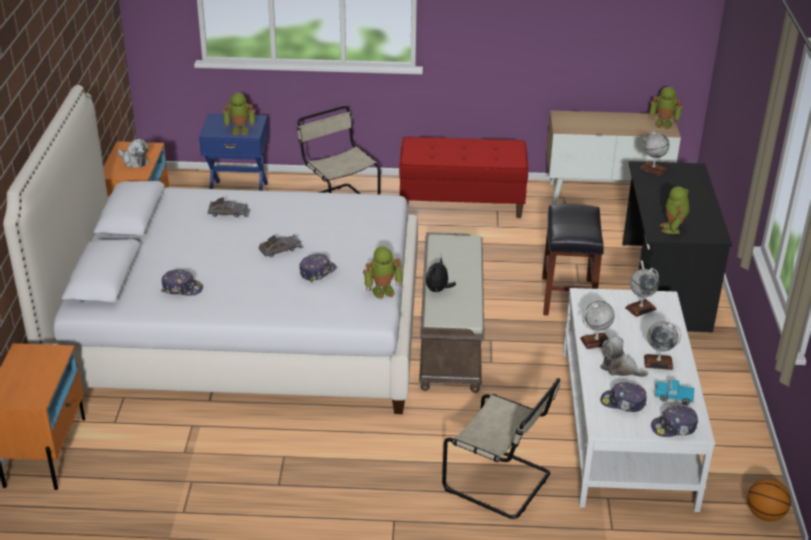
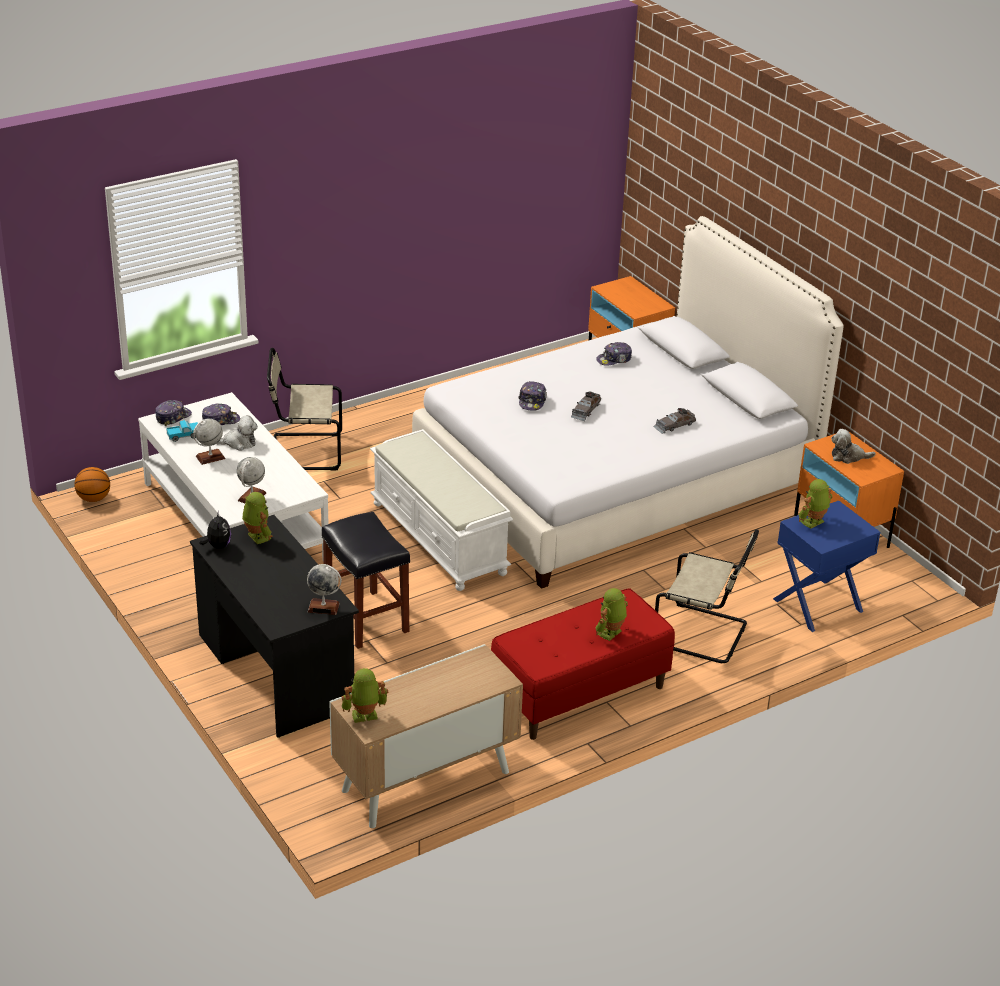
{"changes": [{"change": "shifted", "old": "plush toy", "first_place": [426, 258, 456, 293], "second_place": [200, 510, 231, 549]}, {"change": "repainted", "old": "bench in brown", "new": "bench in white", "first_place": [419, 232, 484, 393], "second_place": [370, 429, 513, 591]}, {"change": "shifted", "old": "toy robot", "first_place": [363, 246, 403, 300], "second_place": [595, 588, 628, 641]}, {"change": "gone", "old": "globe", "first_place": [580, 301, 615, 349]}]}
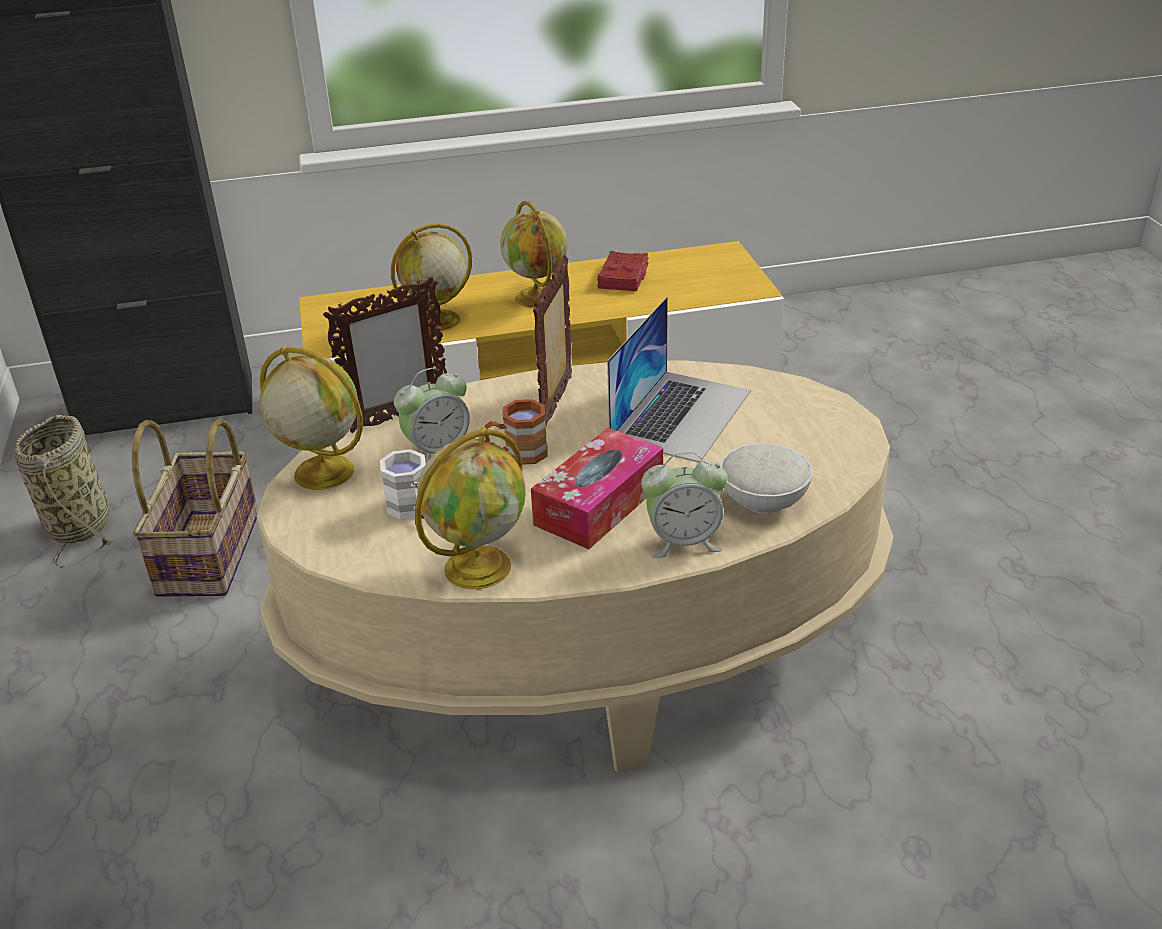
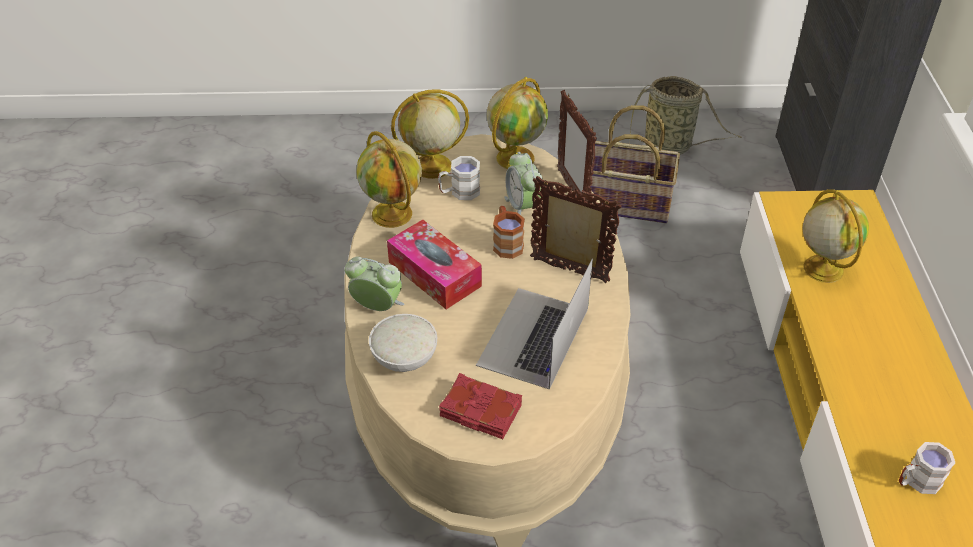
{"changes": [{"change": "rotated", "old": "alarm clock", "first_place": [641, 452, 728, 558], "second_place": [345, 256, 404, 311], "degrees": 105}, {"change": "shifted", "old": "globe", "first_place": [500, 201, 568, 307], "second_place": [391, 89, 469, 179]}, {"change": "shifted", "old": "book in red", "first_place": [597, 251, 648, 291], "second_place": [439, 373, 522, 439]}, {"change": "rotated", "old": "laptop", "first_place": [607, 297, 751, 463], "second_place": [476, 259, 593, 390], "degrees": 75}, {"change": "new", "new": "mug in white", "second_place": [899, 442, 955, 494]}]}
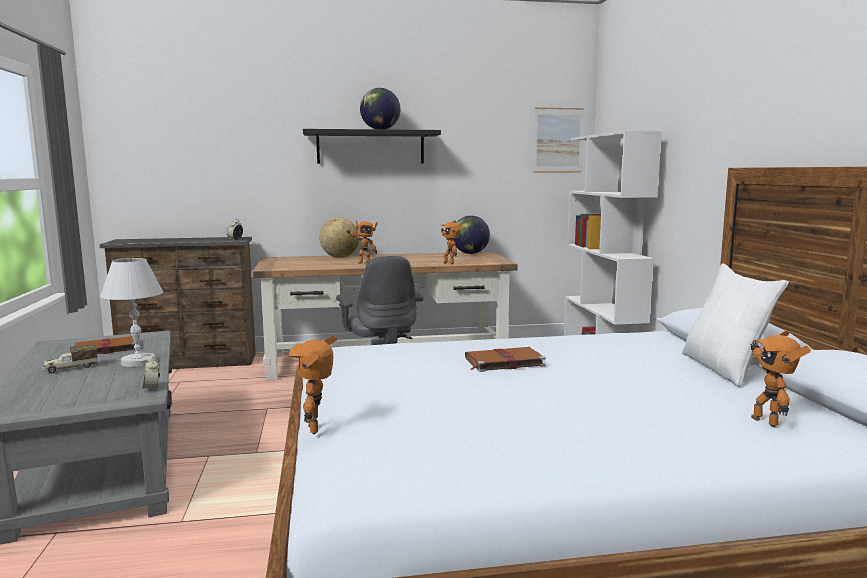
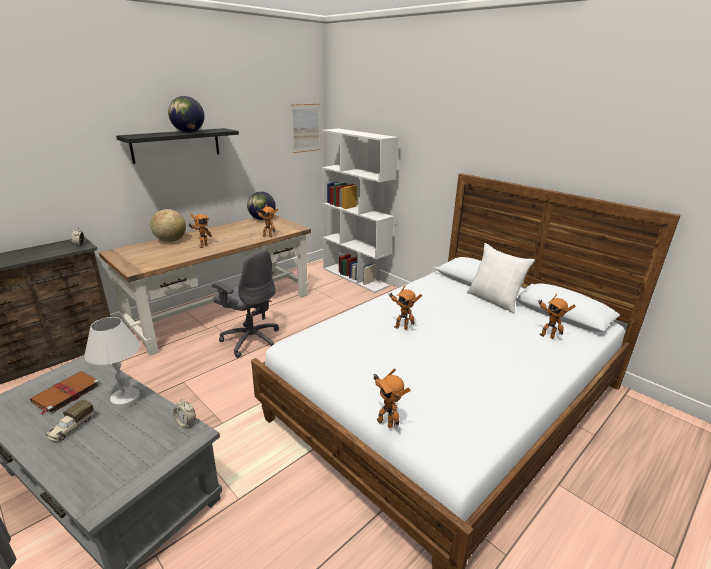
{"changes": [{"change": "swapped", "old": "book in brown", "new": "toy robot", "first_place": [465, 347, 546, 372], "second_place": [389, 285, 422, 330]}]}
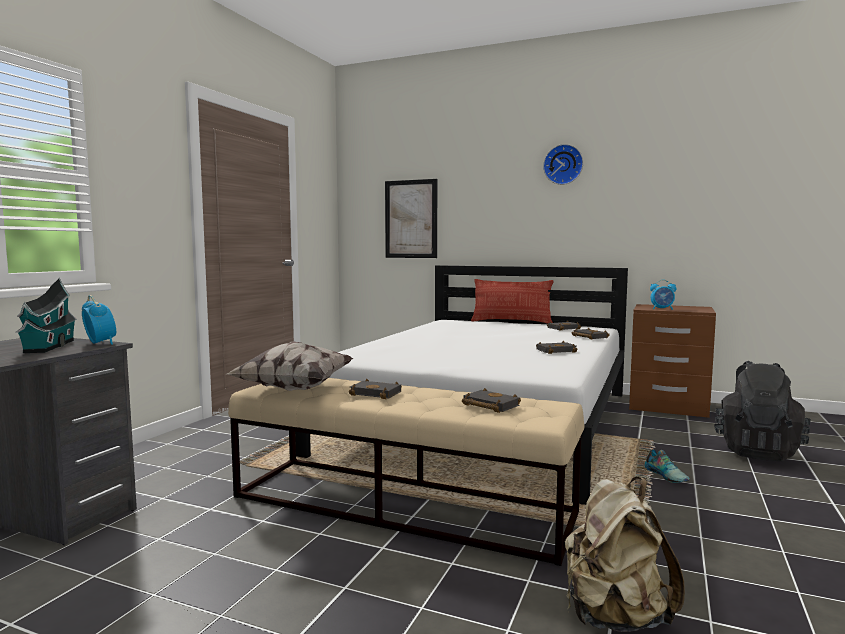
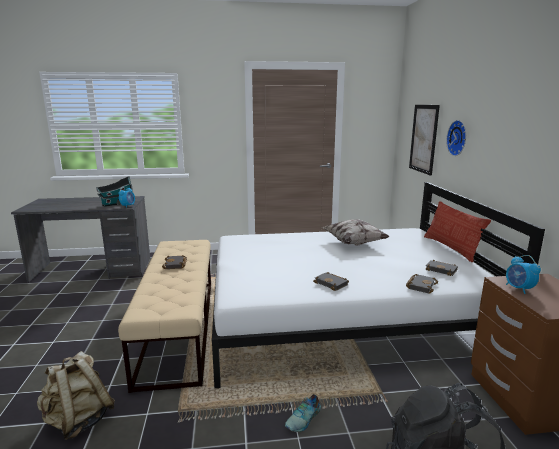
{"changes": [{"change": "shifted", "old": "pillow", "first_place": [227, 341, 354, 391], "second_place": [322, 219, 390, 245]}, {"change": "shifted", "old": "wall clock", "first_place": [543, 144, 583, 185], "second_place": [446, 120, 466, 156]}, {"change": "gone", "old": "book in black", "first_place": [462, 388, 521, 413]}]}
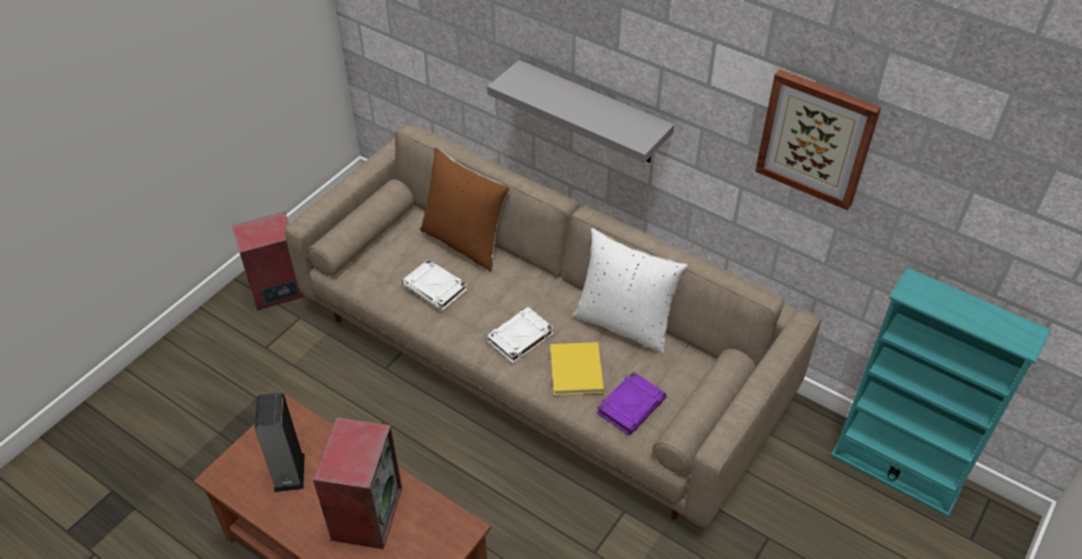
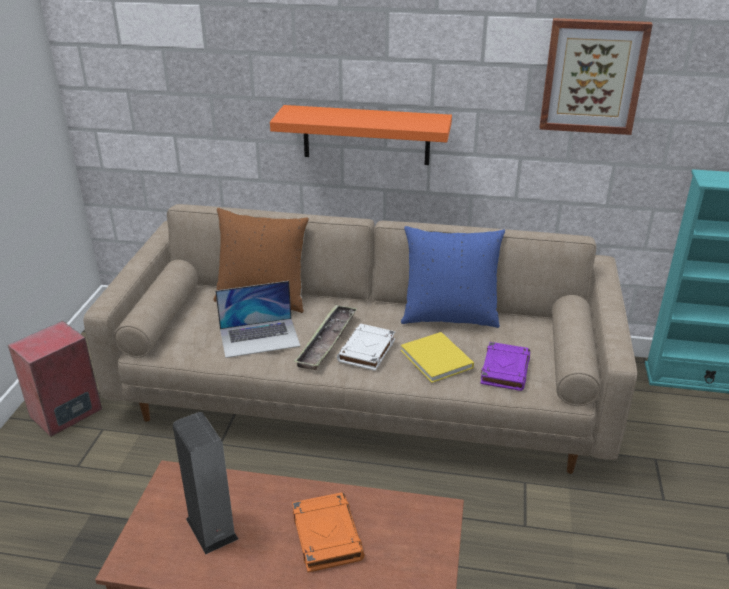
{"changes": [{"change": "swapped", "old": "book in white", "new": "laptop", "first_place": [402, 259, 467, 311], "second_place": [215, 281, 300, 358]}, {"change": "repainted", "old": "shelf in grey", "new": "shelf in orange", "first_place": [487, 60, 674, 163], "second_place": [270, 105, 452, 165]}, {"change": "swapped", "old": "speaker", "new": "book in orange", "first_place": [313, 418, 402, 549], "second_place": [292, 492, 365, 572]}, {"change": "new", "new": "tray", "second_place": [294, 305, 358, 370]}, {"change": "repainted", "old": "pillow in white", "new": "pillow in blue", "first_place": [573, 228, 688, 354], "second_place": [401, 226, 505, 328]}]}
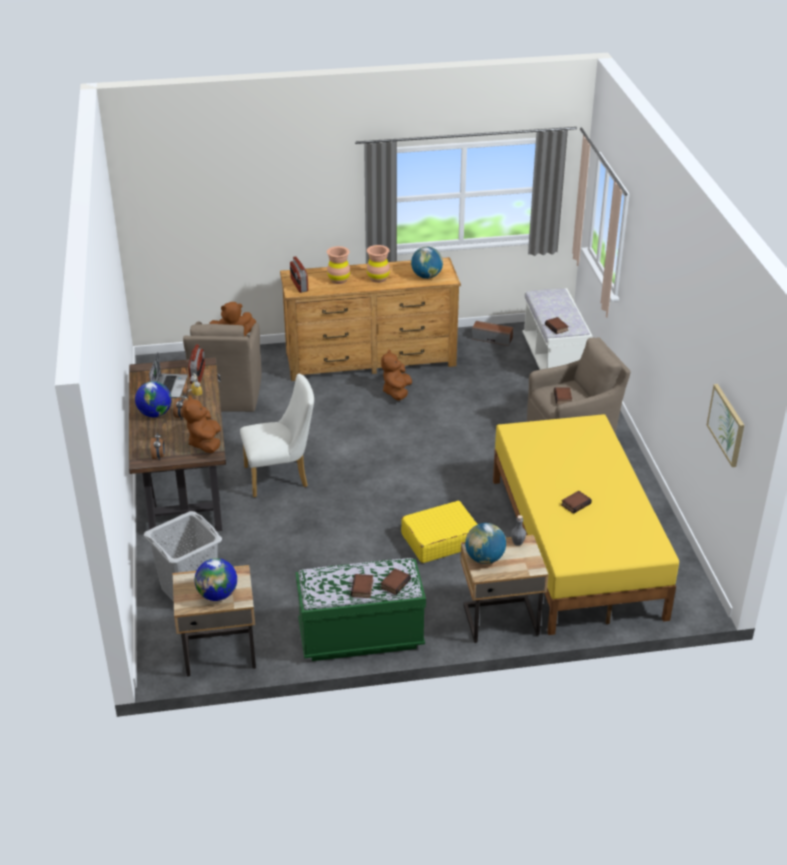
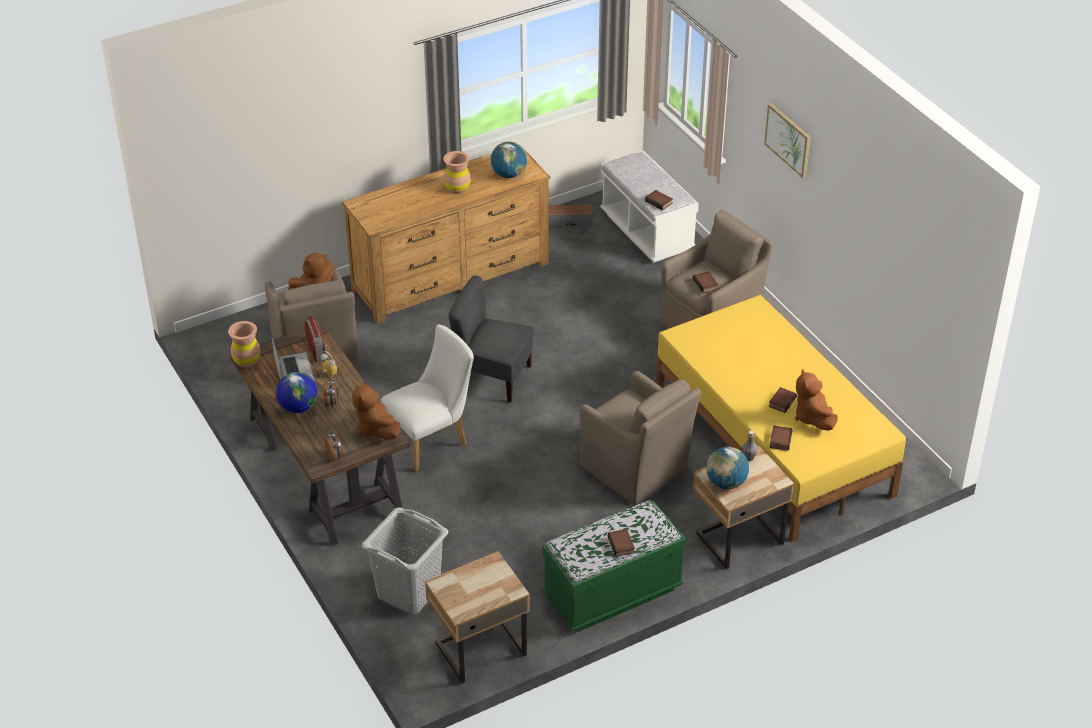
{"changes": [{"change": "shifted", "old": "vase in brown", "first_place": [327, 246, 350, 284], "second_place": [228, 321, 260, 367]}, {"change": "new", "new": "chair in grey", "second_place": [449, 276, 533, 403]}, {"change": "swapped", "old": "suitcase in yellow", "new": "armchair in brown", "first_place": [401, 501, 478, 563], "second_place": [580, 371, 701, 505]}, {"change": "shifted", "old": "picture", "first_place": [707, 384, 744, 467], "second_place": [764, 103, 811, 178]}, {"change": "shifted", "old": "book", "first_place": [381, 568, 411, 595], "second_place": [769, 425, 792, 451]}, {"change": "shifted", "old": "plush toy in brown", "first_place": [381, 349, 412, 401], "second_place": [795, 369, 838, 431]}, {"change": "gone", "old": "globe", "first_place": [195, 558, 237, 601]}, {"change": "gone", "old": "radio", "first_place": [290, 256, 308, 293]}]}
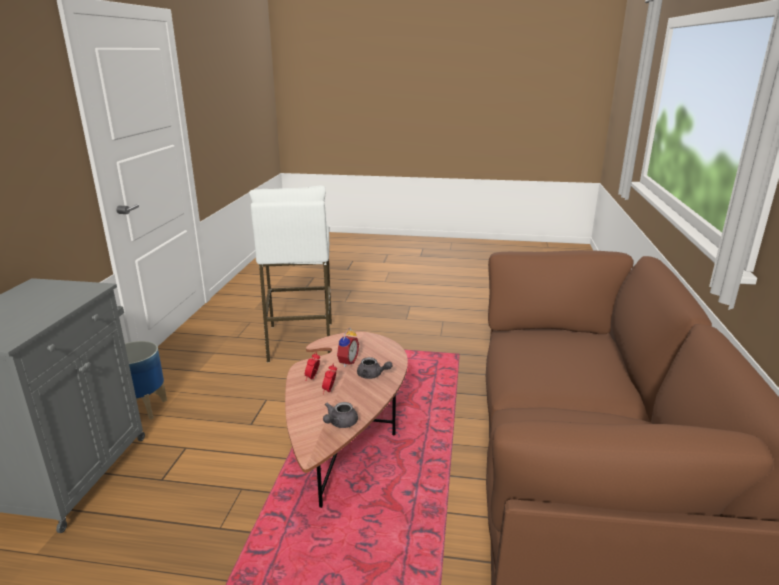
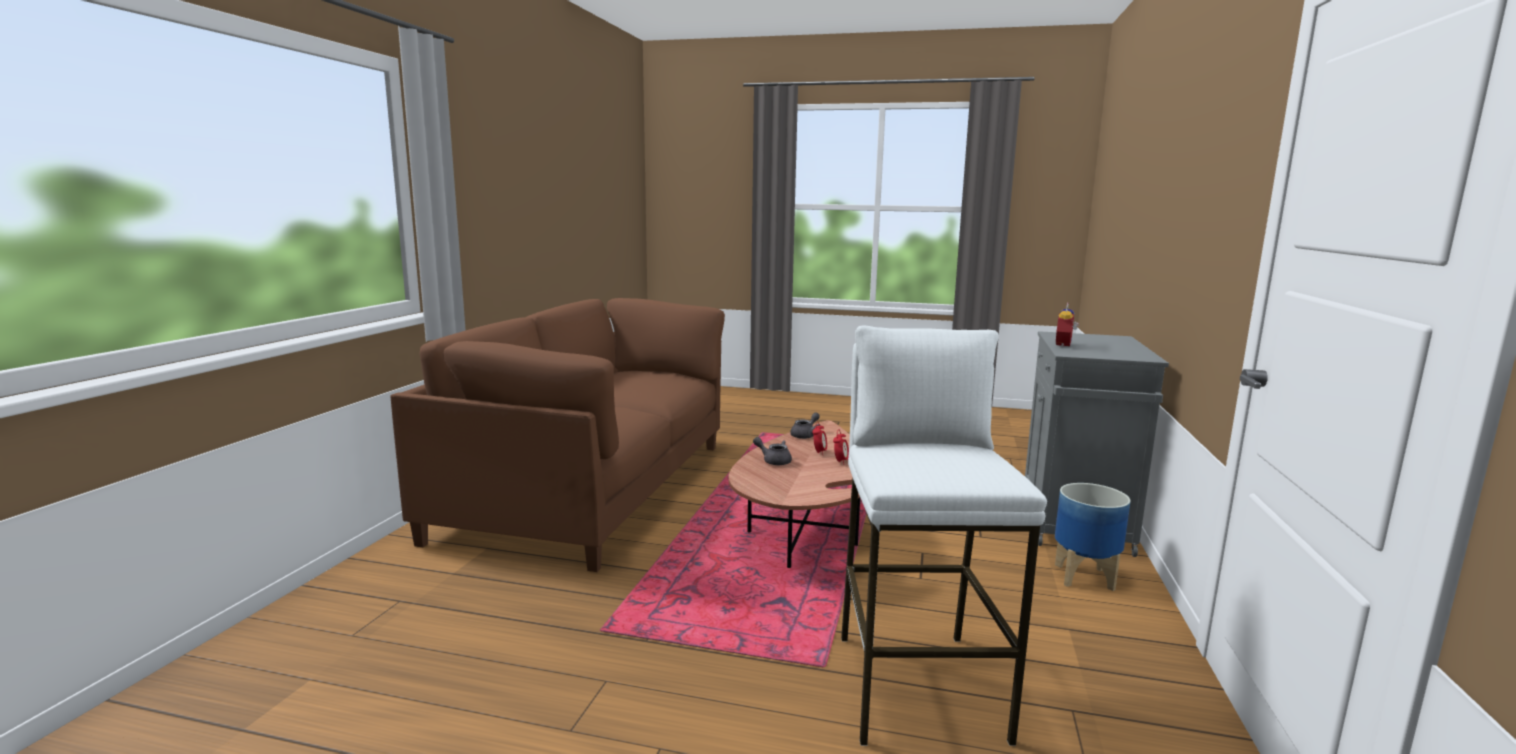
{"changes": [{"change": "shifted", "old": "alarm clock", "first_place": [337, 327, 359, 367], "second_place": [1056, 302, 1079, 348]}]}
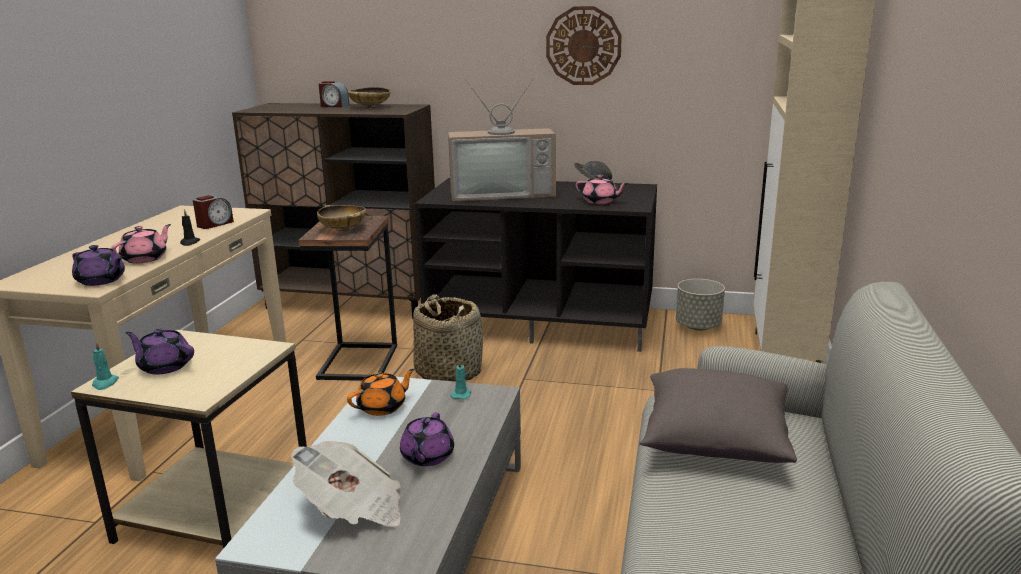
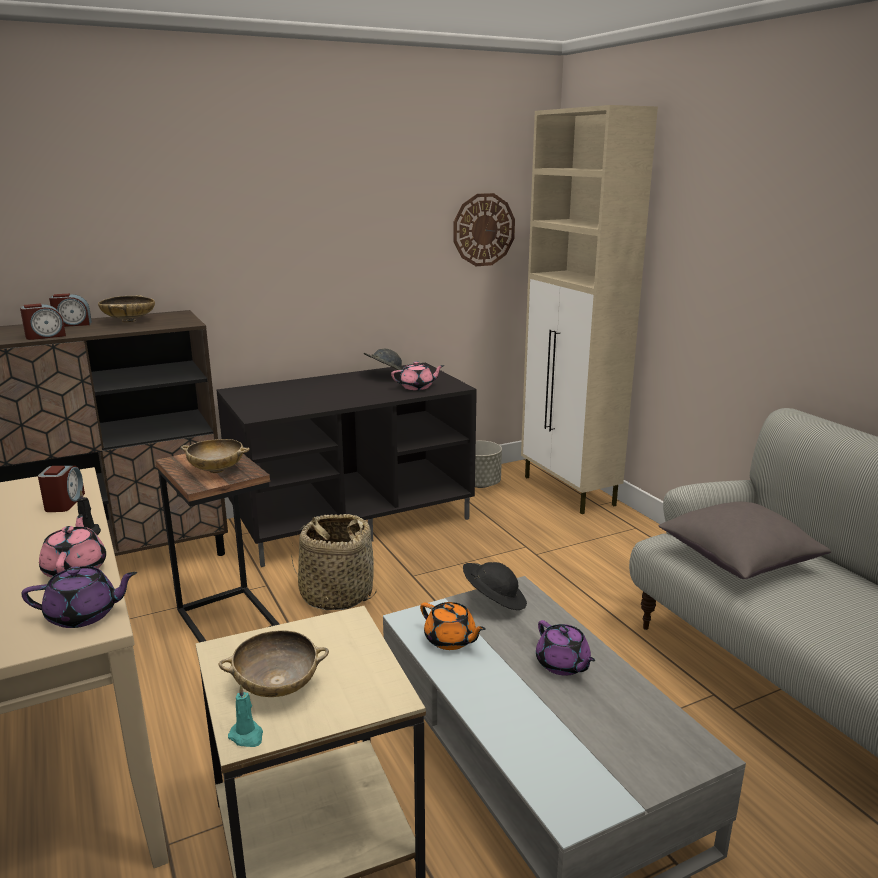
{"changes": [{"change": "new", "new": "alarm clock", "second_place": [20, 304, 66, 340]}, {"change": "swapped", "old": "teapot in purple", "new": "bowl in beige", "first_place": [125, 329, 194, 375], "second_place": [219, 630, 329, 697]}, {"change": "rotated", "old": "teapot in orange", "first_place": [347, 369, 415, 416], "second_place": [420, 602, 486, 650], "degrees": 120}, {"change": "shifted", "old": "wall clock", "first_place": [546, 6, 622, 85], "second_place": [453, 193, 515, 266]}, {"change": "swapped", "old": "candle in turquoise", "new": "hat in black", "first_place": [450, 359, 471, 399], "second_place": [463, 562, 527, 610]}, {"change": "gone", "old": "newspaper", "first_place": [291, 441, 401, 527]}, {"change": "gone", "old": "television", "first_place": [448, 77, 556, 201]}]}
